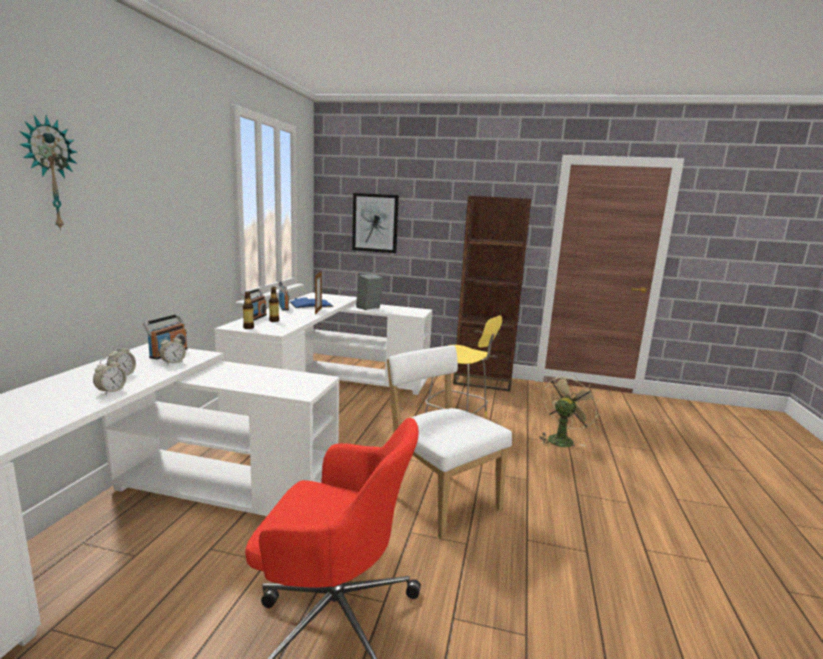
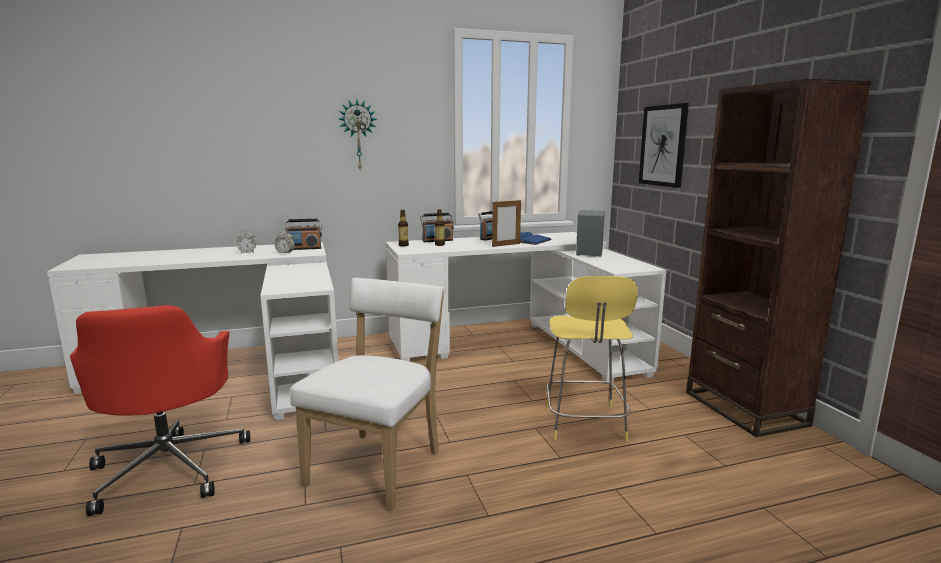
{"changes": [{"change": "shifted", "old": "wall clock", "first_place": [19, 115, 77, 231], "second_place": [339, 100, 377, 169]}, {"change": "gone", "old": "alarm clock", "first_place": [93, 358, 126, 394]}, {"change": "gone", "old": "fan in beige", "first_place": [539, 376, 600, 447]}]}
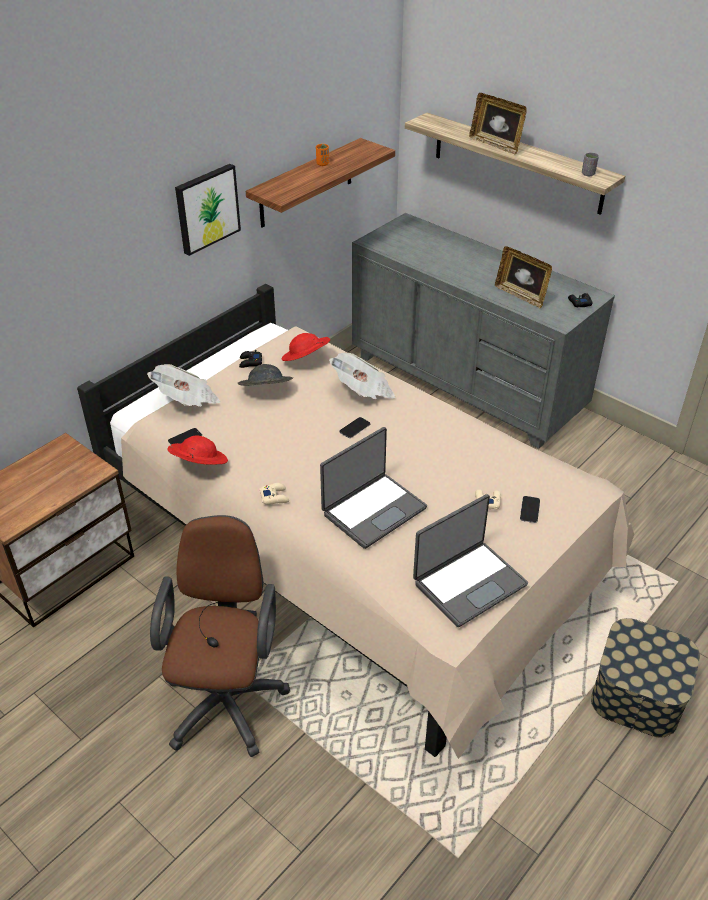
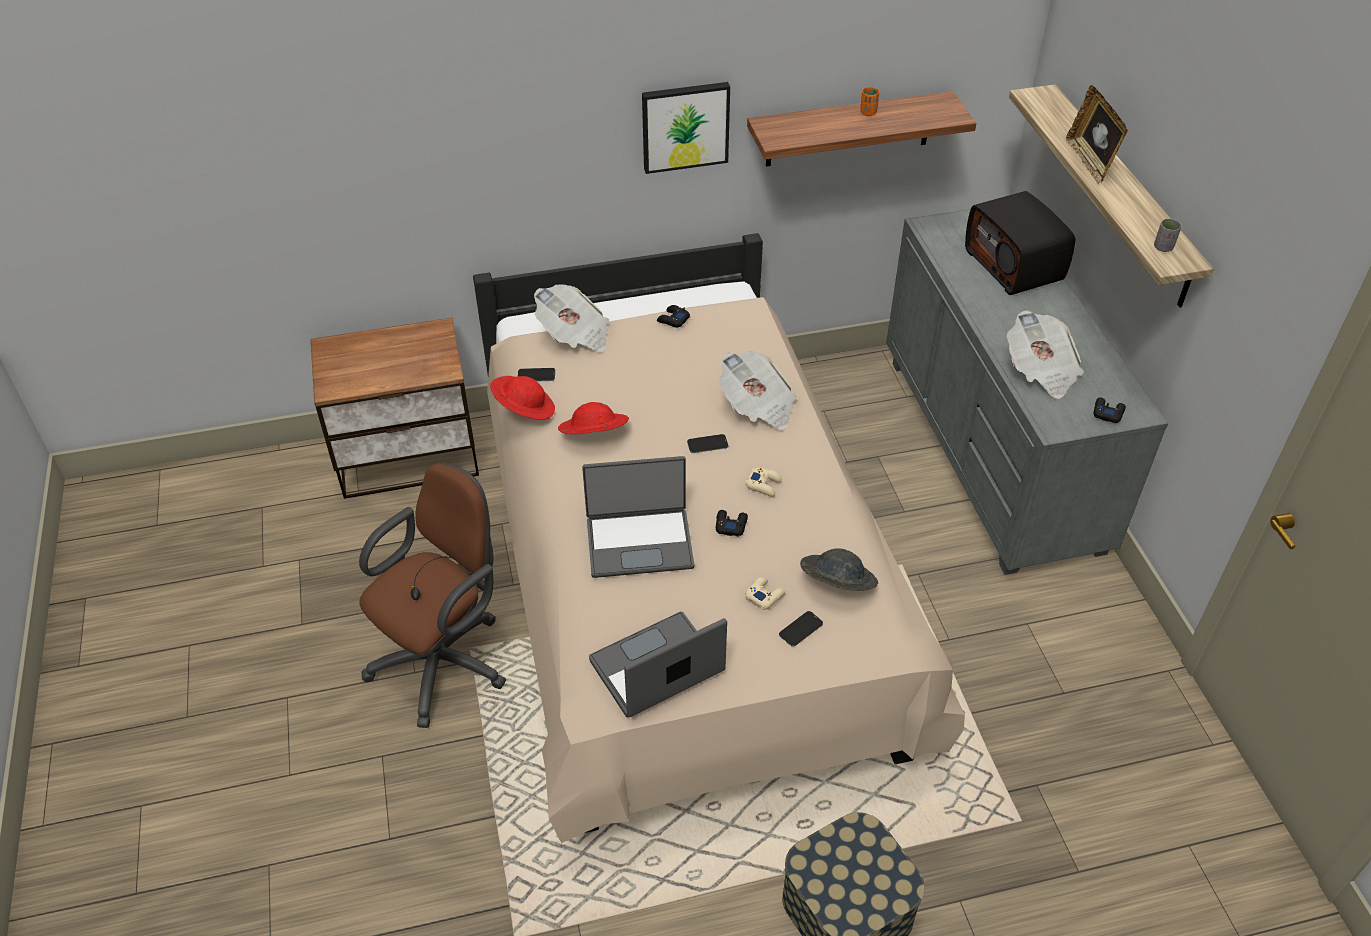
{"changes": [{"change": "shifted", "old": "hat in red", "first_place": [281, 333, 330, 361], "second_place": [558, 402, 629, 434]}, {"change": "rotated", "old": "laptop", "first_place": [413, 494, 528, 627], "second_place": [589, 611, 727, 718], "degrees": 150}, {"change": "new", "new": "game controller in black", "second_place": [716, 510, 748, 537]}, {"change": "shifted", "old": "game controller in beige", "first_place": [260, 483, 289, 505], "second_place": [746, 468, 782, 497]}, {"change": "shifted", "old": "hat in grey", "first_place": [238, 364, 293, 386], "second_place": [800, 548, 878, 591]}, {"change": "new", "new": "radio", "second_place": [965, 191, 1075, 295]}, {"change": "swapped", "old": "picture frame", "new": "newspaper", "first_place": [495, 246, 552, 308], "second_place": [1007, 310, 1084, 399]}]}
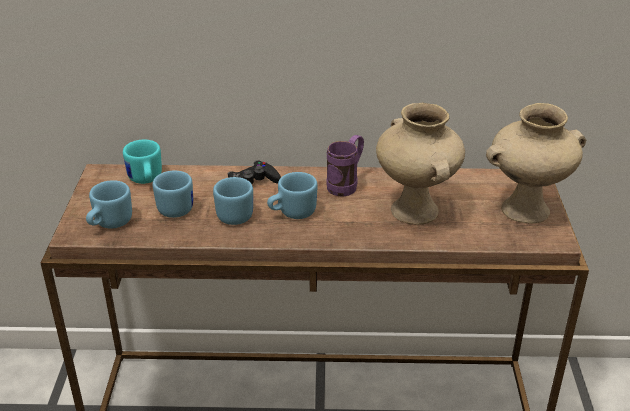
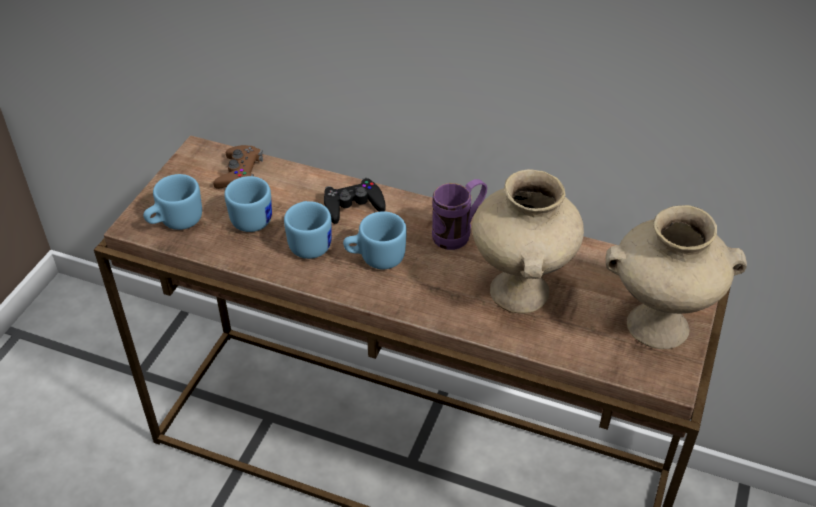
{"changes": [{"change": "swapped", "old": "mug in turquoise", "new": "game controller in brown", "first_place": [123, 140, 162, 184], "second_place": [213, 145, 263, 189]}]}
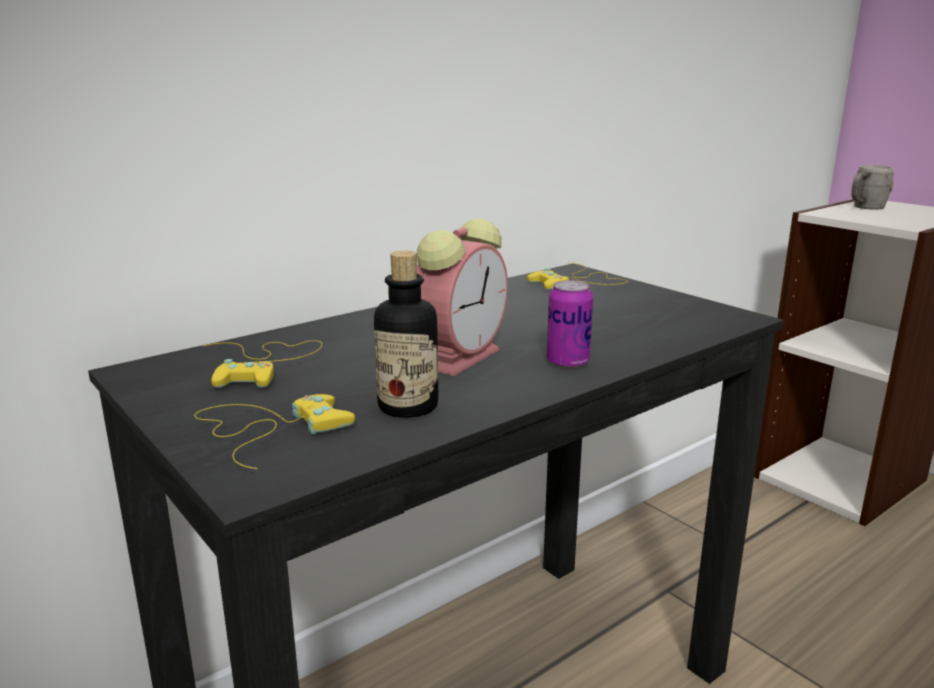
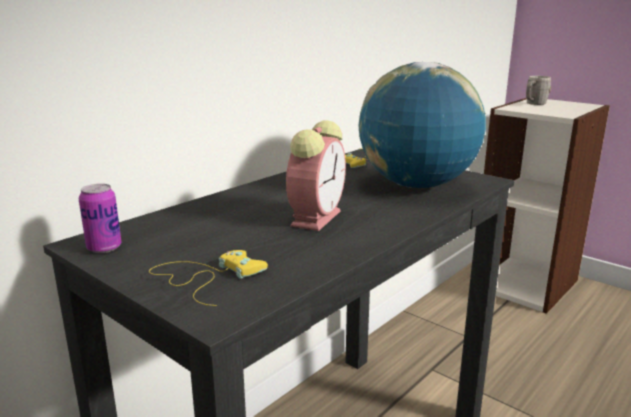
{"changes": [{"change": "shifted", "old": "can", "first_place": [547, 280, 593, 369], "second_place": [79, 184, 121, 253]}, {"change": "new", "new": "globe", "second_place": [359, 62, 486, 188]}, {"change": "gone", "old": "game controller in yellow", "first_place": [202, 340, 322, 388]}, {"change": "gone", "old": "bottle", "first_place": [374, 251, 438, 418]}]}
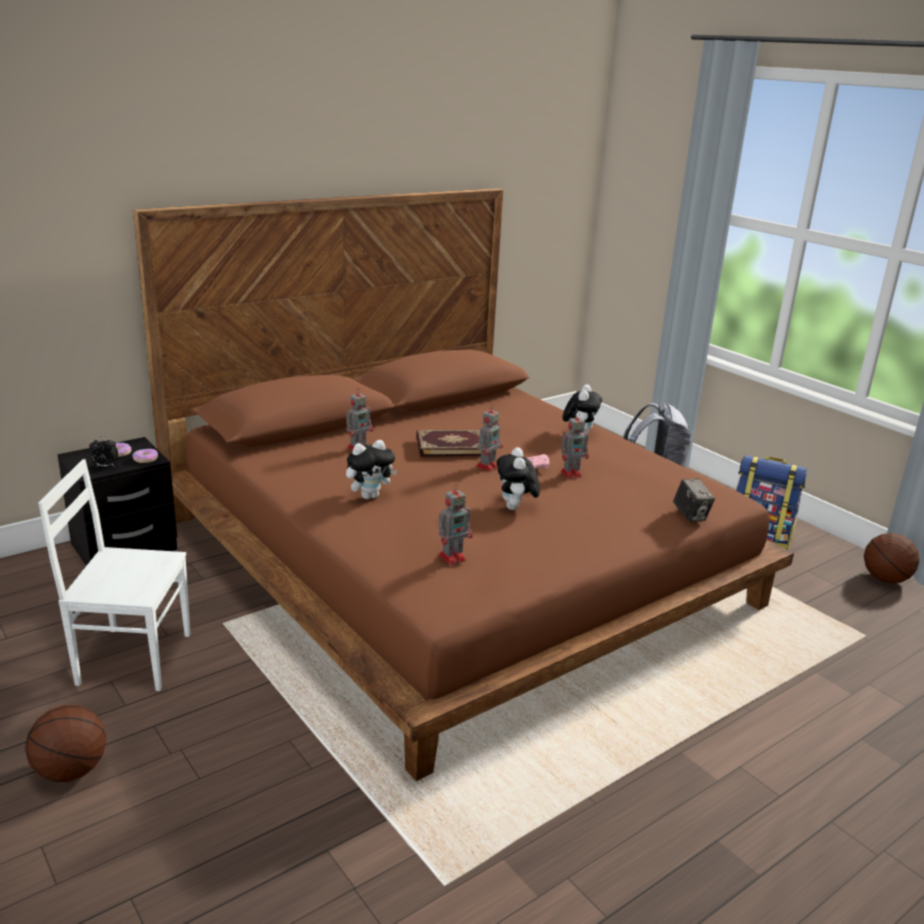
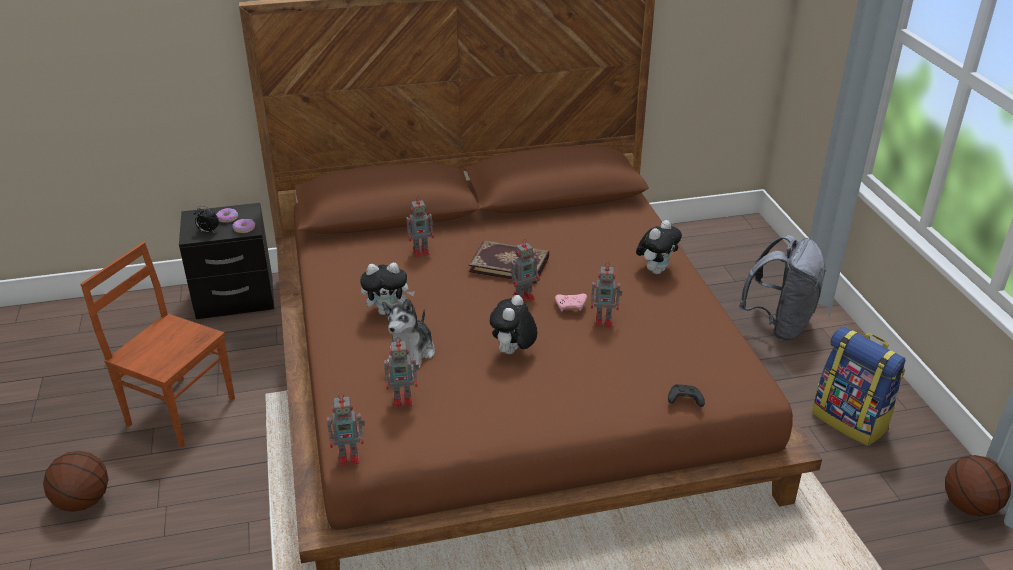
{"changes": [{"change": "repainted", "old": "chair in white", "new": "chair in brown", "first_place": [38, 459, 190, 691], "second_place": [80, 242, 235, 447]}, {"change": "new", "new": "toy robot", "second_place": [327, 393, 365, 466]}, {"change": "new", "new": "plush toy", "second_place": [382, 298, 435, 371]}, {"change": "swapped", "old": "photo camera", "new": "game controller in black", "first_place": [673, 479, 715, 522], "second_place": [668, 384, 705, 407]}]}
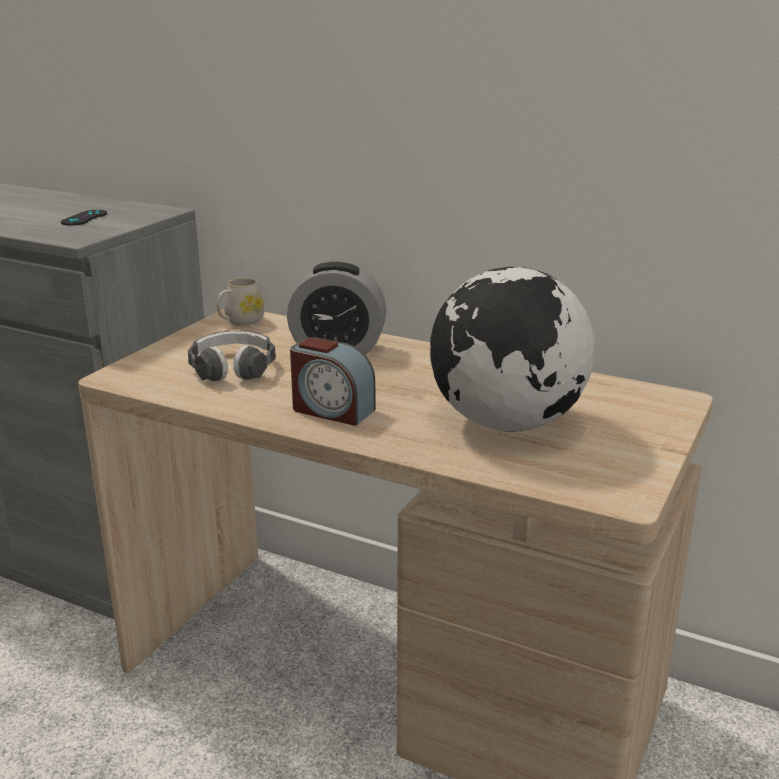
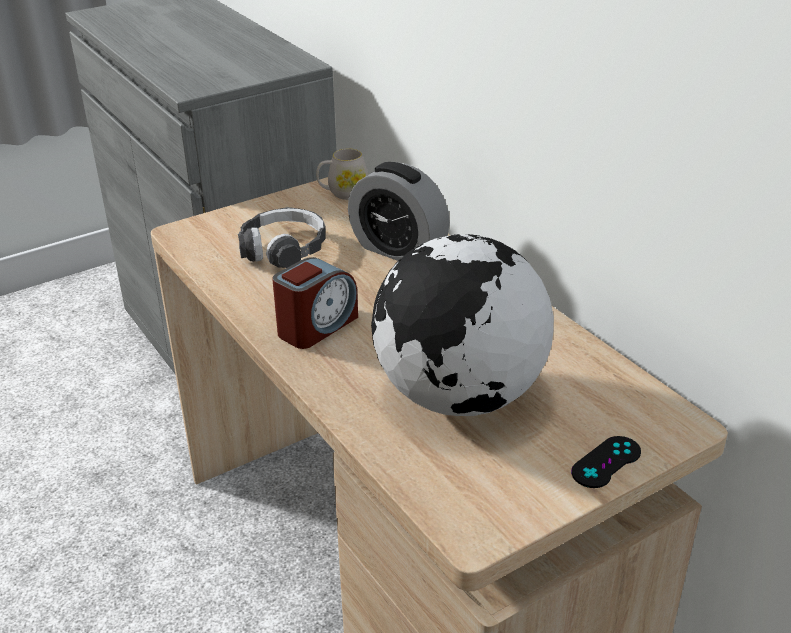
{"changes": [{"change": "rotated", "old": "alarm clock", "first_place": [290, 337, 376, 426], "second_place": [272, 257, 358, 349], "degrees": -105}, {"change": "shifted", "old": "game controller in black", "first_place": [61, 210, 107, 226], "second_place": [571, 436, 641, 488]}]}
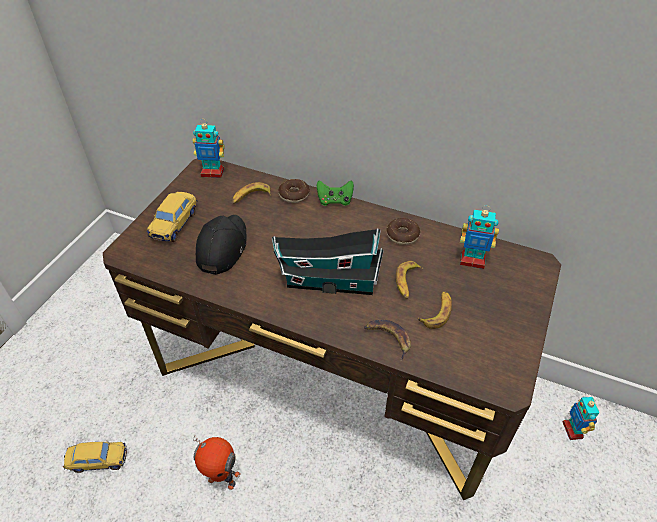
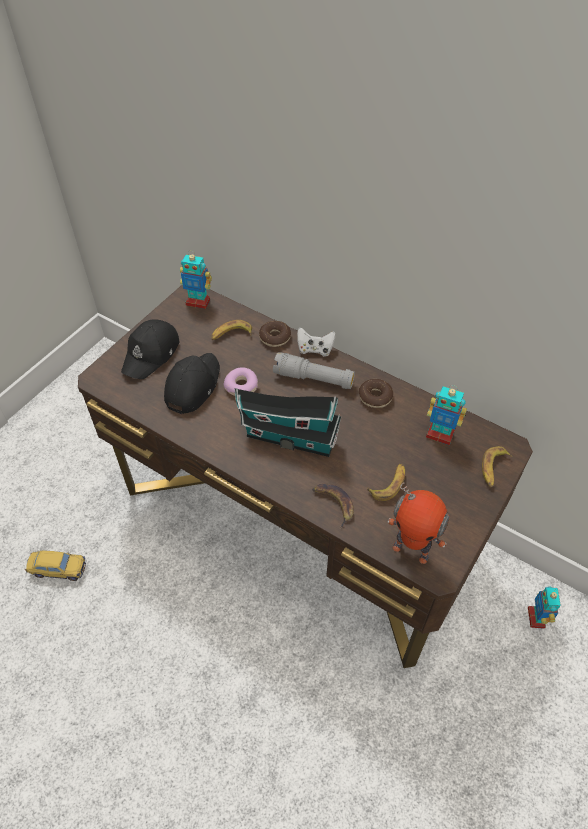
{"changes": [{"change": "swapped", "old": "toy car", "new": "cap in black", "first_place": [147, 192, 198, 242], "second_place": [121, 319, 179, 379]}, {"change": "new", "new": "donut", "second_place": [224, 367, 258, 396]}, {"change": "new", "new": "flashlight in grey", "second_place": [273, 352, 355, 389]}, {"change": "repainted", "old": "game controller in green", "new": "game controller in white", "first_place": [317, 180, 354, 206], "second_place": [297, 327, 336, 357]}, {"change": "shifted", "old": "toy robot", "first_place": [193, 436, 241, 490], "second_place": [387, 483, 449, 564]}, {"change": "shifted", "old": "banana", "first_place": [396, 261, 423, 299], "second_place": [482, 446, 512, 487]}]}
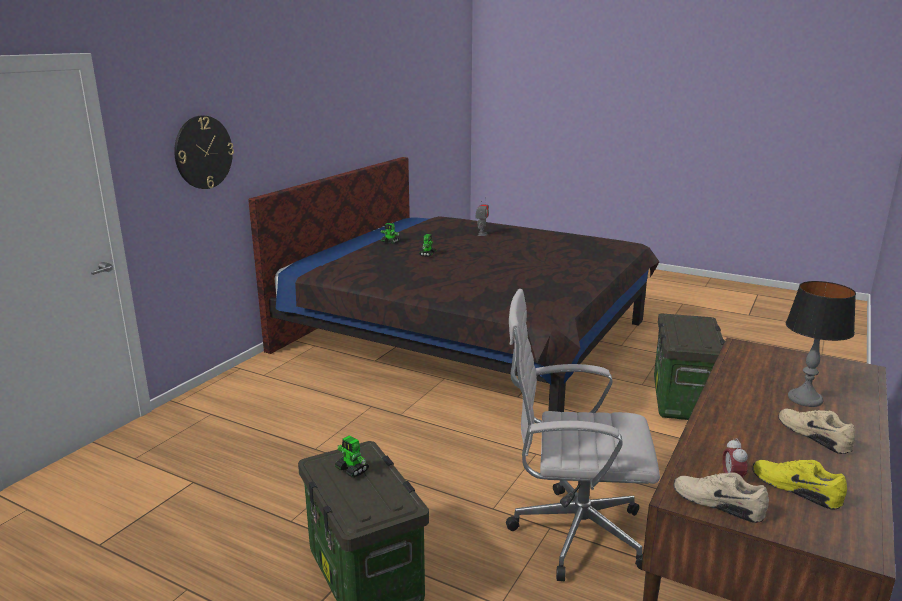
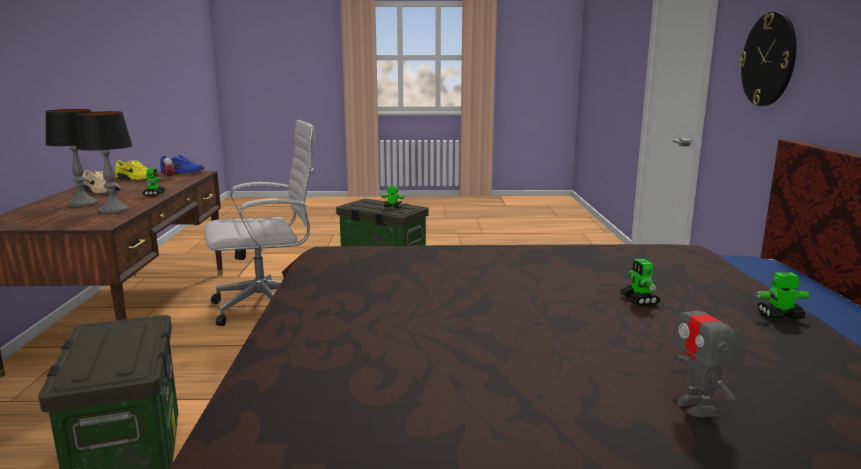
{"changes": [{"change": "new", "new": "table lamp", "second_place": [76, 111, 133, 214]}, {"change": "new", "new": "toy robot", "second_place": [143, 168, 165, 197]}, {"change": "repainted", "old": "shoe in beige", "new": "shoe in blue", "first_place": [673, 472, 769, 523], "second_place": [160, 155, 204, 174]}]}
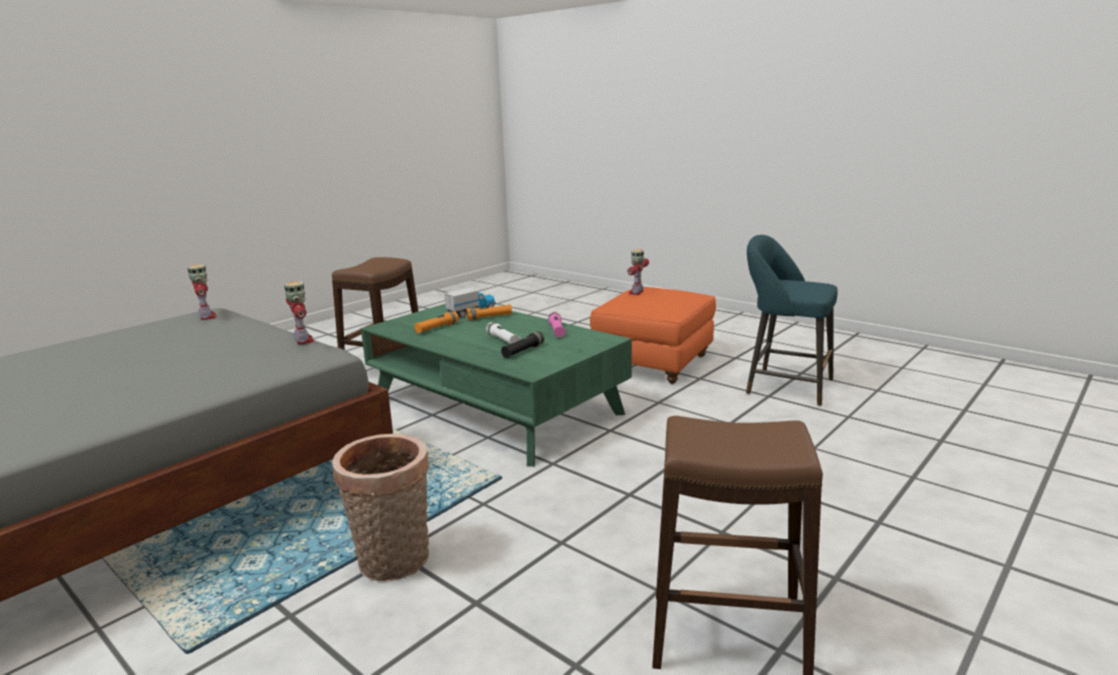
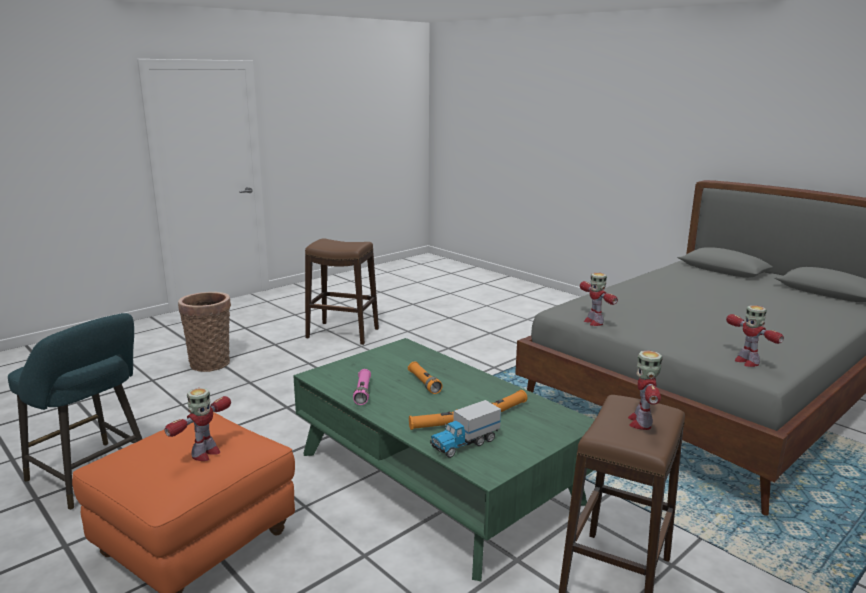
{"changes": [{"change": "shifted", "old": "basket", "first_place": [332, 434, 429, 581], "second_place": [178, 292, 231, 372]}, {"change": "repainted", "old": "flashlight in white", "new": "flashlight in orange", "first_place": [486, 322, 520, 344], "second_place": [408, 361, 443, 394]}, {"change": "new", "new": "toy robot", "second_place": [628, 351, 663, 430]}, {"change": "gone", "old": "flashlight in black", "first_place": [501, 331, 544, 358]}]}
